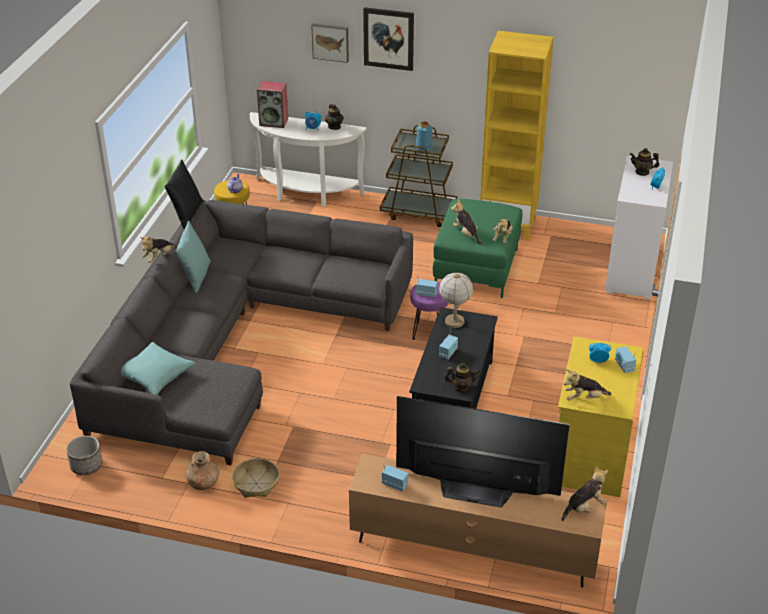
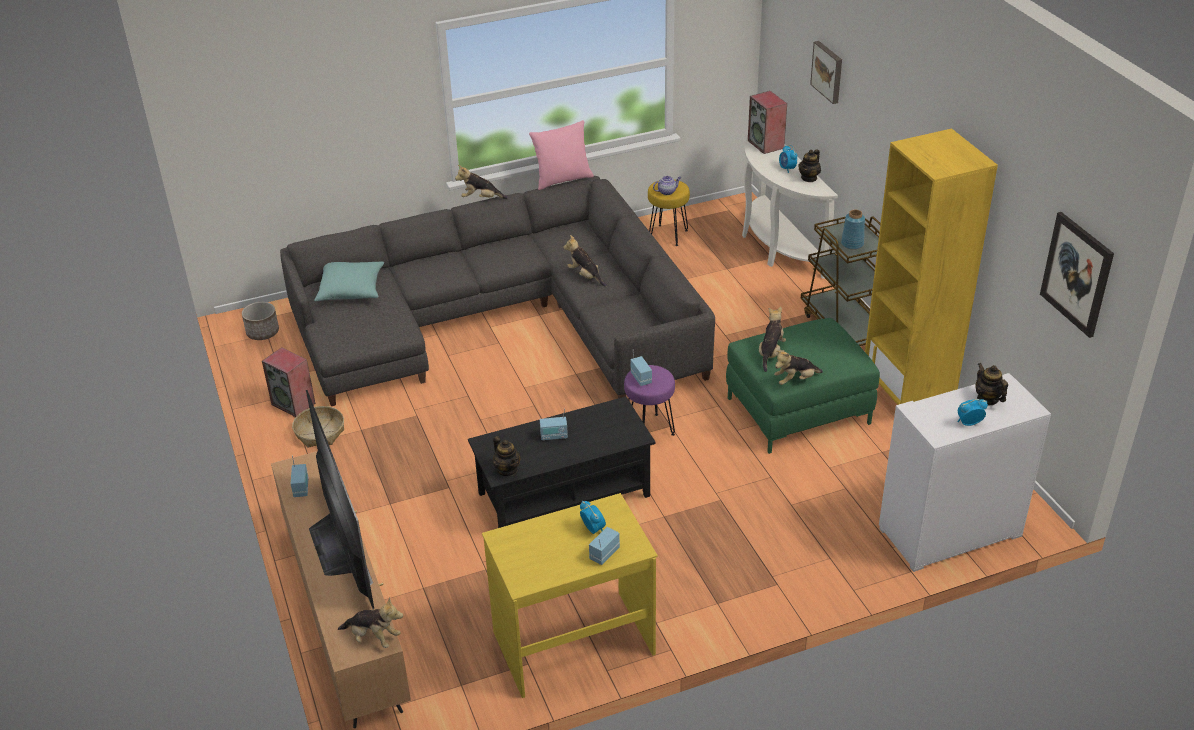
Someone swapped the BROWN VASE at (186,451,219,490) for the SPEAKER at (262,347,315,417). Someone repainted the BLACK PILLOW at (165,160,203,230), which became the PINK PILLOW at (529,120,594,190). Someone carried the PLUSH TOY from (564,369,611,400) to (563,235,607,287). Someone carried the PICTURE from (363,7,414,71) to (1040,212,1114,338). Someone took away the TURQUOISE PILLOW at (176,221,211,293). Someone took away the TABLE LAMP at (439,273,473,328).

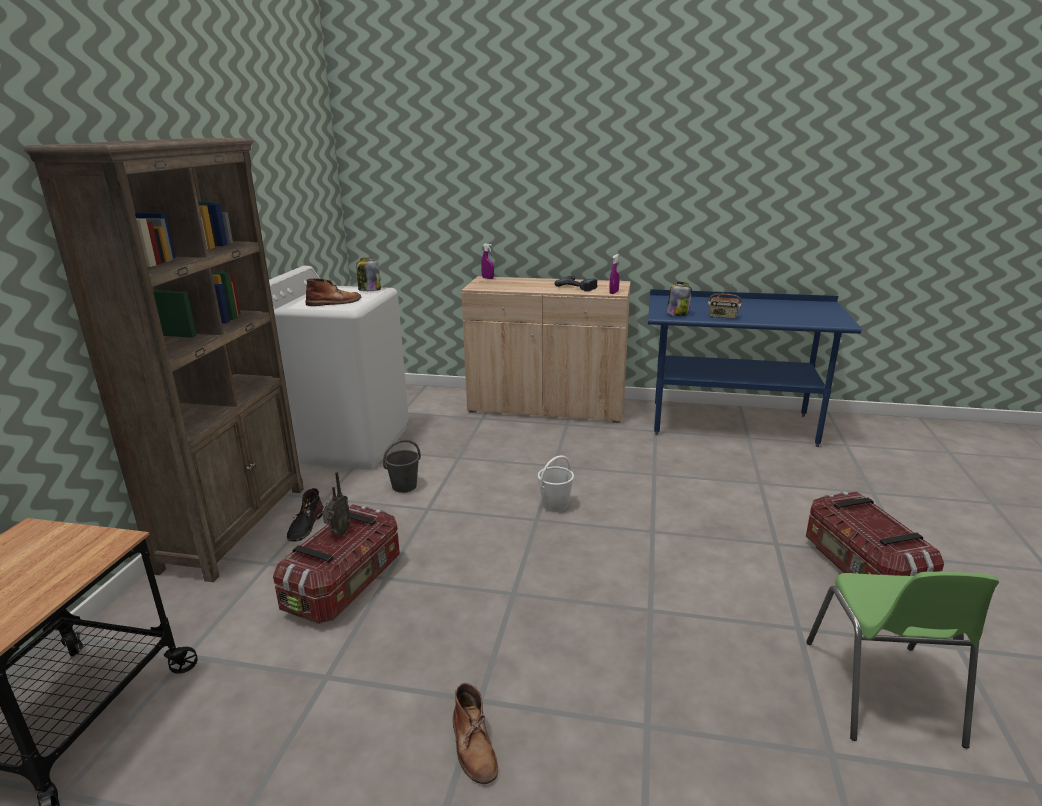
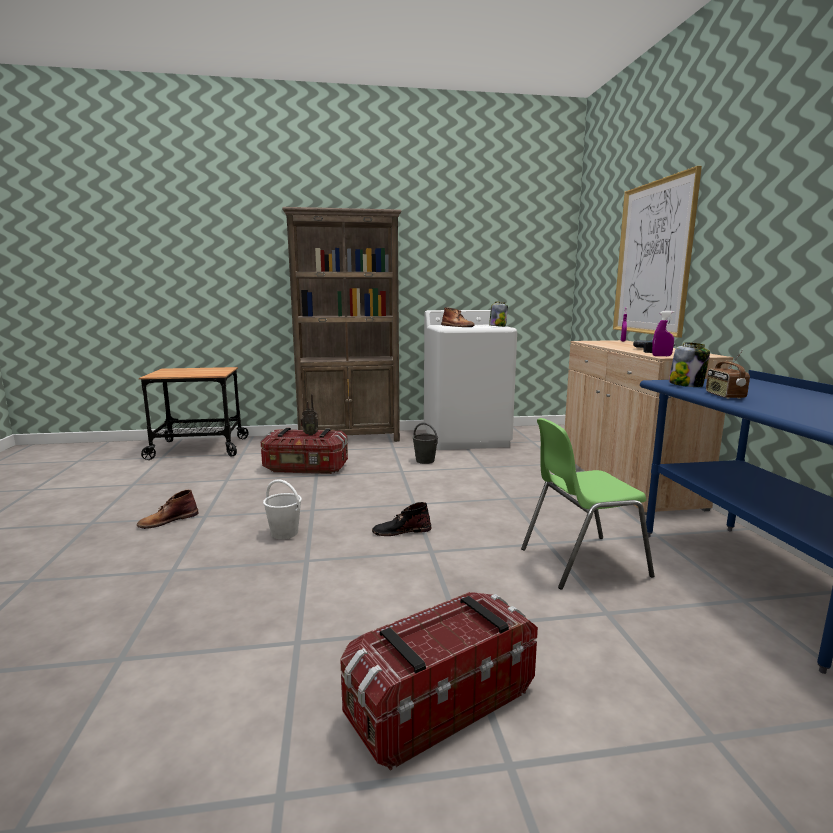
Someone carried the WHITE BUCKET from (538,456,574,512) to (263,480,302,539). Someone carried the BLACK BOOT from (287,488,324,541) to (372,502,431,536). Someone carried the GREEN CHAIR from (806,572,999,748) to (521,418,654,590). Someone put up the PICTURE at (613,166,702,337).

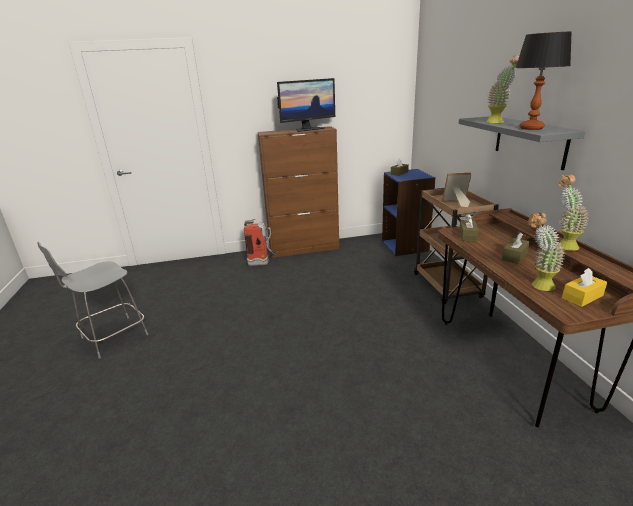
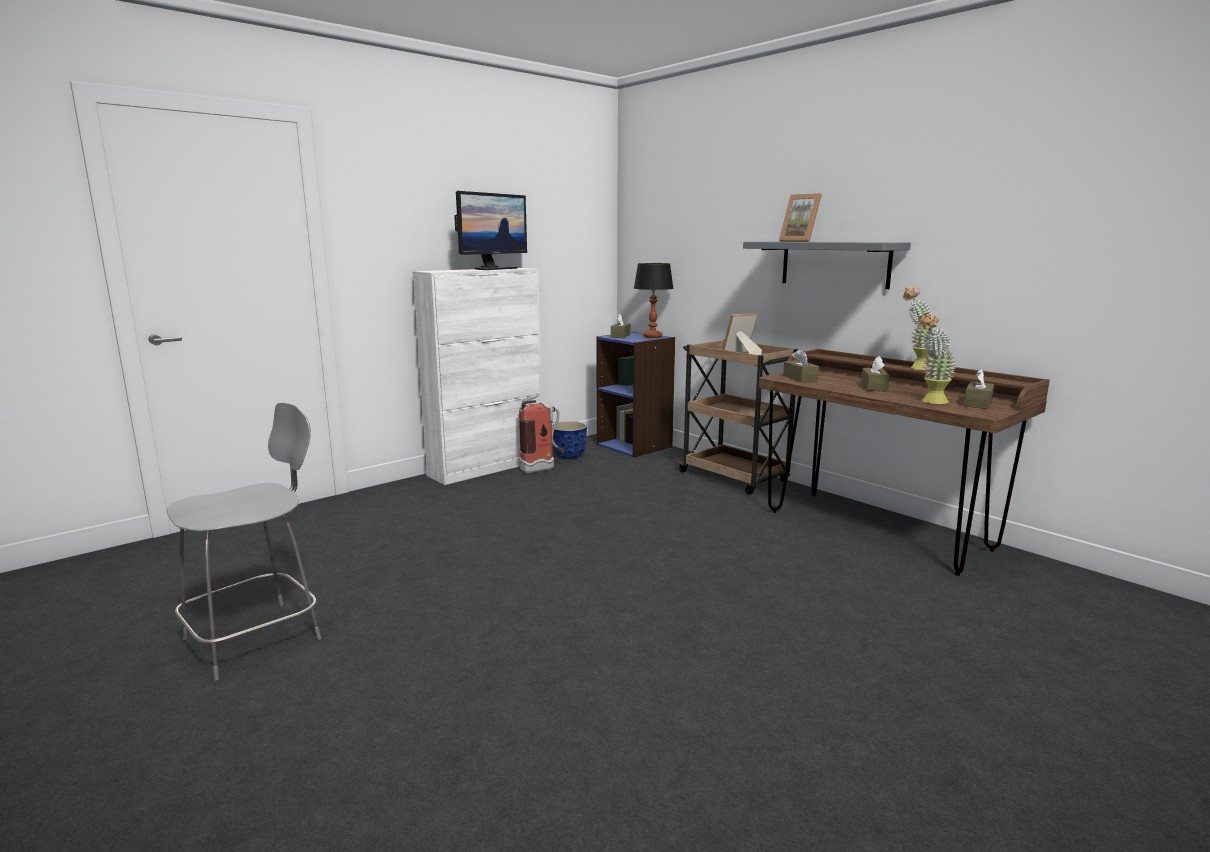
Someone rotated the GREY CHAIR at (38,242,149,359) by 150 degrees counterclockwise. Someone repainted the BROWN CABINET at (258,126,339,258), which became the WHITE CABINET at (412,268,542,485). Someone carried the FIRE EXTINGUISHER from (244,219,276,266) to (519,396,564,474). Someone put down the PLANTER at (552,421,587,459). Someone carried the TABLE LAMP from (516,32,571,130) to (634,263,674,338). Someone swapped the POTTED PLANT at (486,55,520,123) for the PICTURE FRAME at (779,193,822,242). Someone repainted the YELLOW TISSUE BOX at (562,268,607,307), which became the BROWN TISSUE BOX at (964,369,994,409).

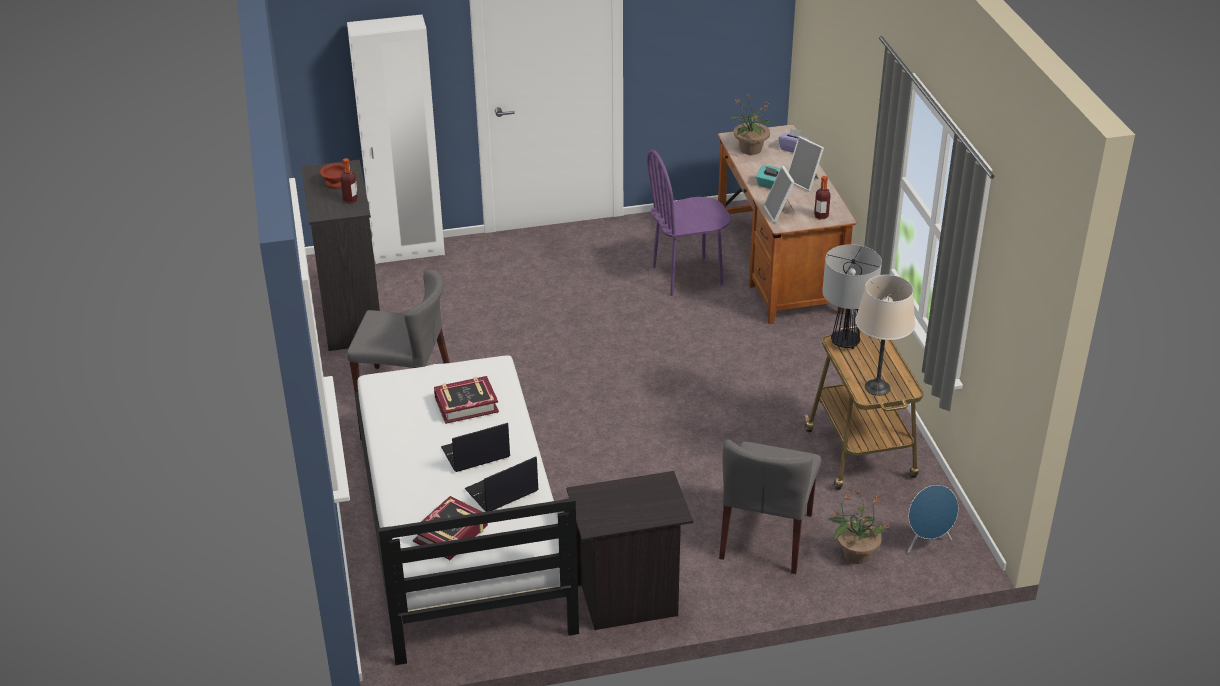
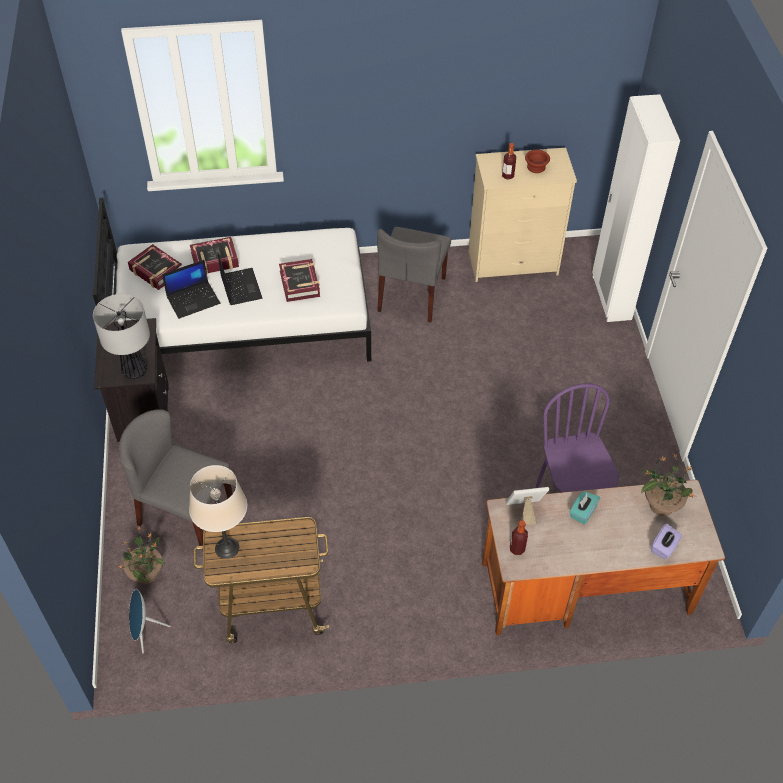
Someone carried the TABLE LAMP from (822,244,882,349) to (93,294,150,379). Someone rotated the LAPTOP at (465,456,539,512) by 90 degrees clockwise. Someone put down the BOOK at (190,237,239,274). Someone repainted the BLACK DRESSER at (301,160,380,351), which became the BEIGE DRESSER at (468,148,577,282). Someone took away the PICTURE FRAME at (788,136,824,192).

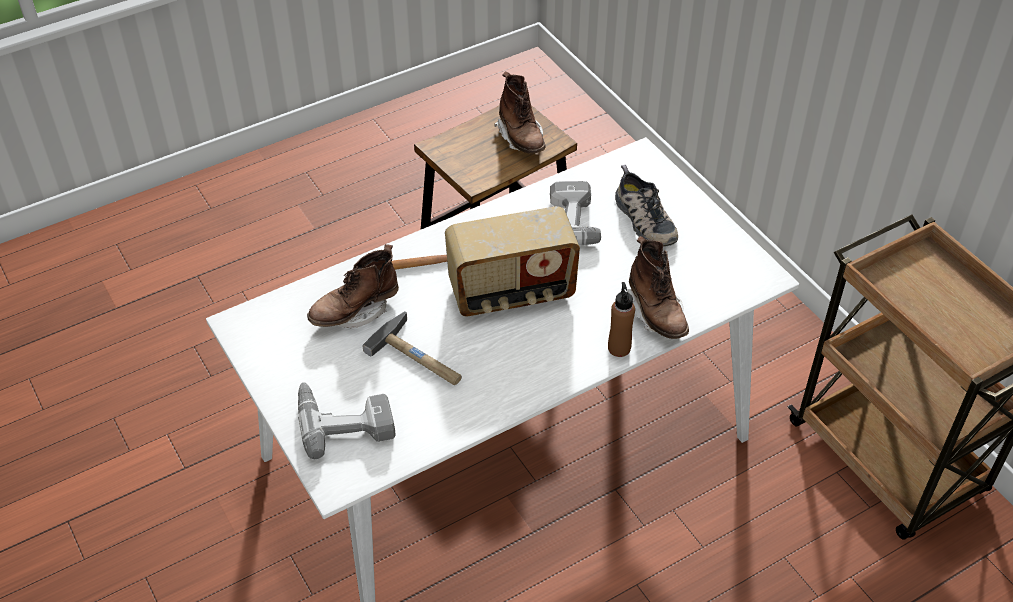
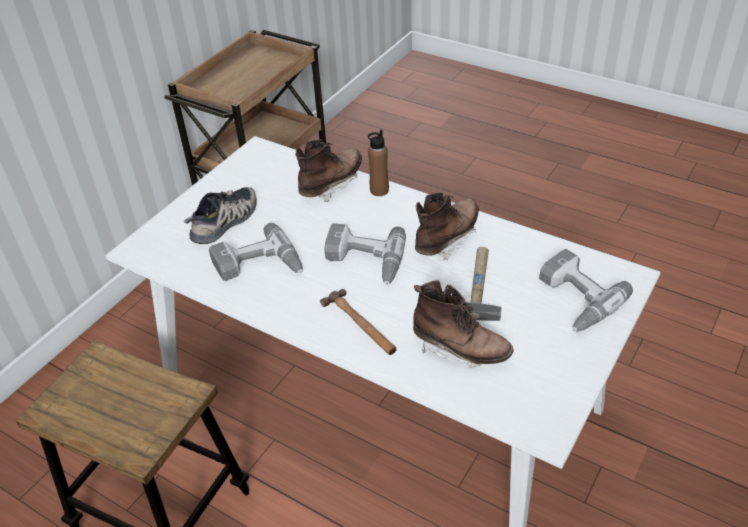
Someone swapped the RADIO at (445,206,580,316) for the POWER DRILL at (324,223,406,285). Someone carried the BROWN BOOT from (494,71,546,154) to (415,192,479,260).

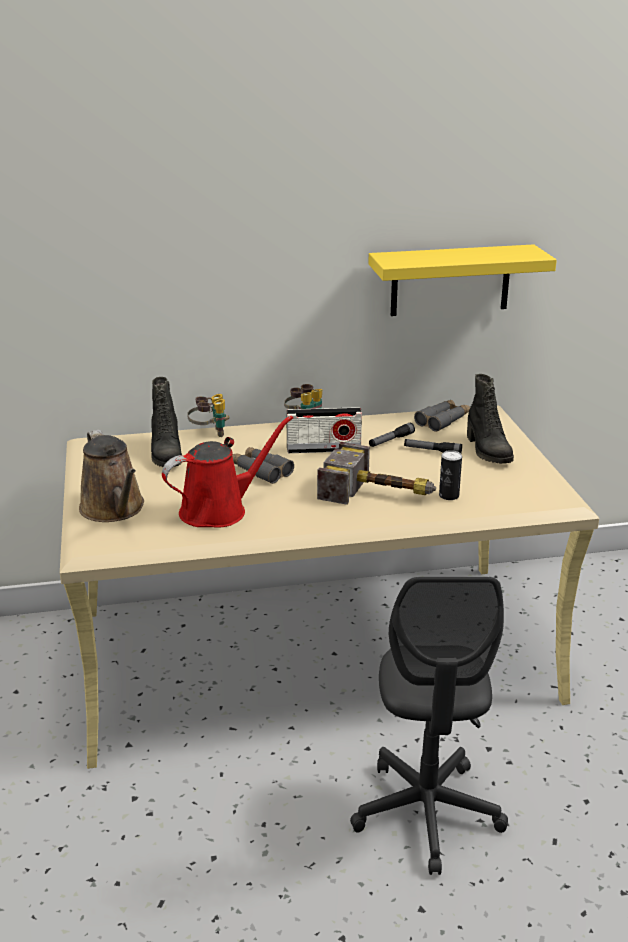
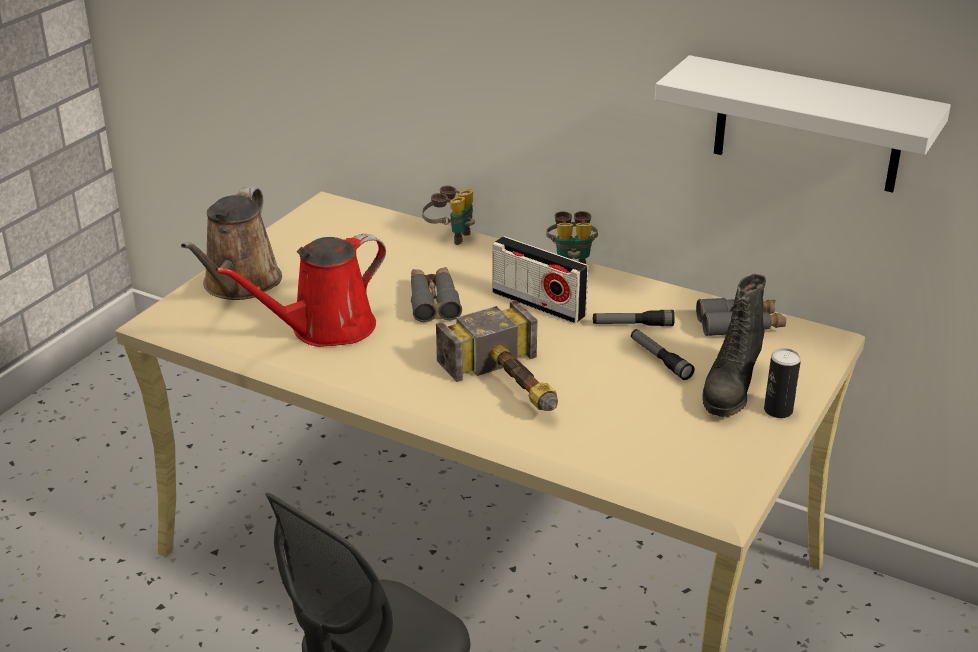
Someone rotated the RED WATERING CAN at (162,415,293,528) by 135 degrees clockwise. Someone repainted the YELLOW SHELF at (368,244,557,316), which became the WHITE SHELF at (655,55,951,193). Someone carried the CAN from (439,450,462,500) to (764,348,801,418). Someone took away the BLACK BOOT at (151,377,182,467).

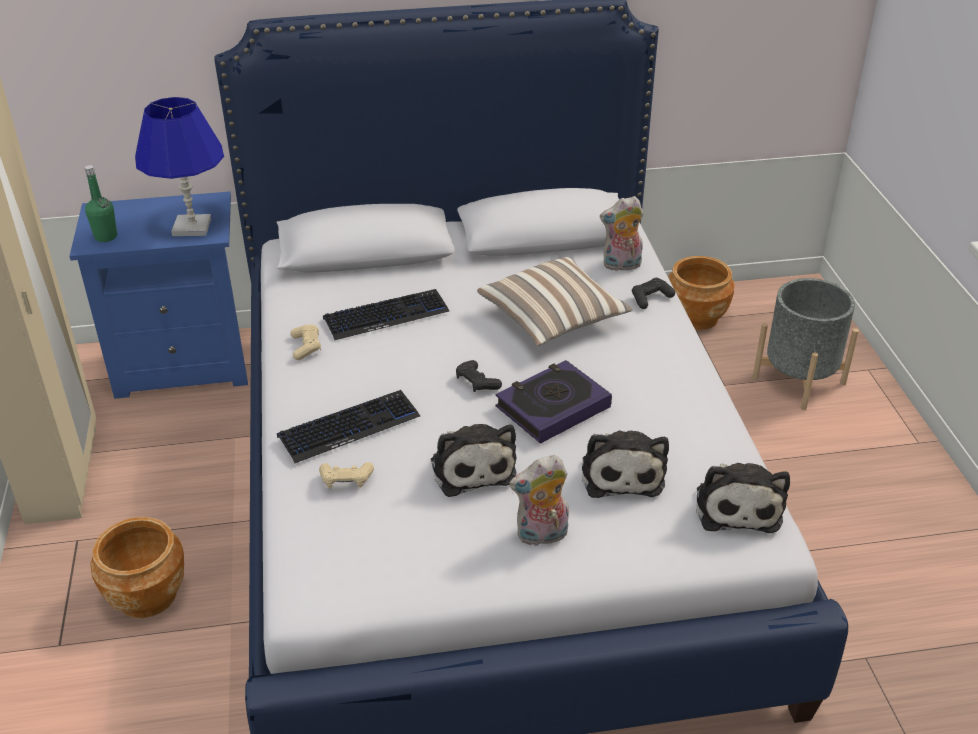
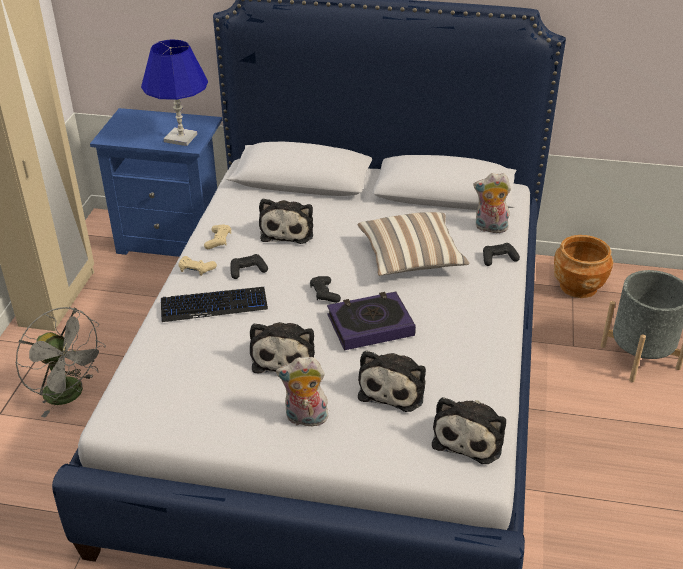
Someone swapped the BROWN PLANTER at (90,517,184,618) for the GREY FAN at (16,307,106,417). Someone carried the BEIGE GAME CONTROLLER from (319,462,374,489) to (179,256,217,276). Someone put down the BLACK GAME CONTROLLER at (231,254,268,279). Someone swapped the KEYBOARD at (323,289,449,340) for the PLUSH TOY at (259,198,313,244). Someone took away the GREEN BOTTLE at (85,165,117,242).

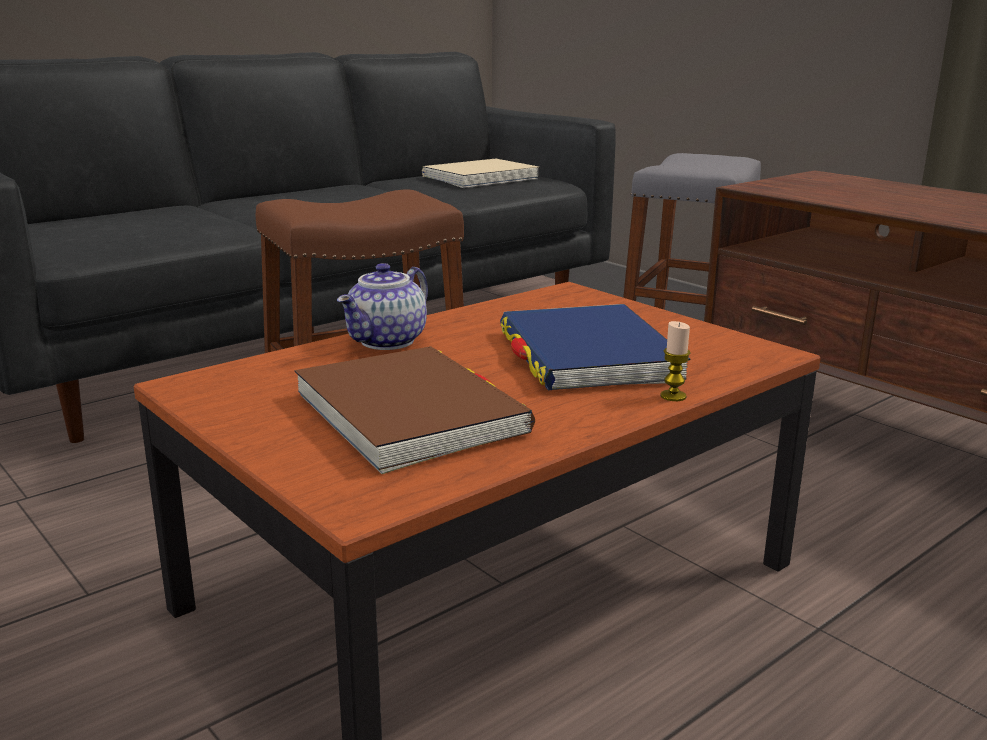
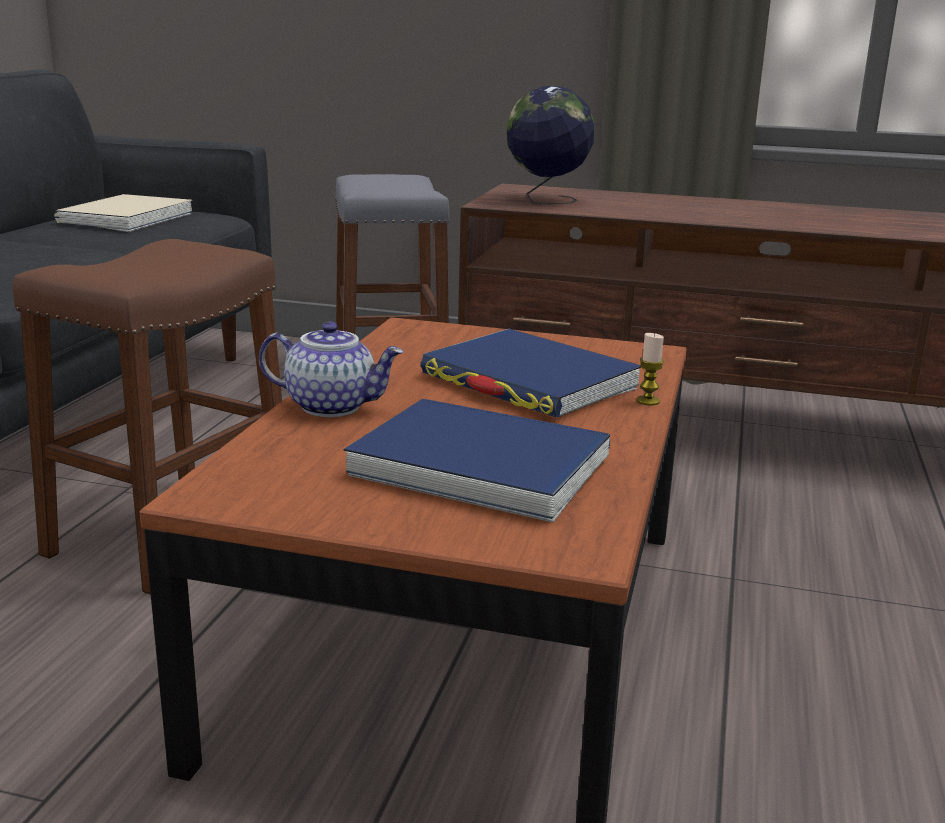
Someone rotated the TEAPOT at (337,263,428,350) by 75 degrees counterclockwise. Someone repainted the BROWN BOOK at (294,346,535,474), which became the BLUE BOOK at (344,399,610,522). Someone put down the GLOBE at (507,86,594,204).

